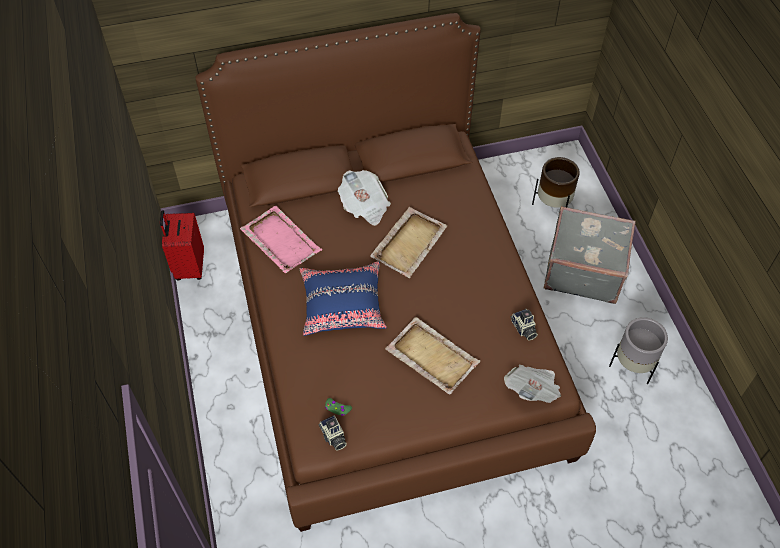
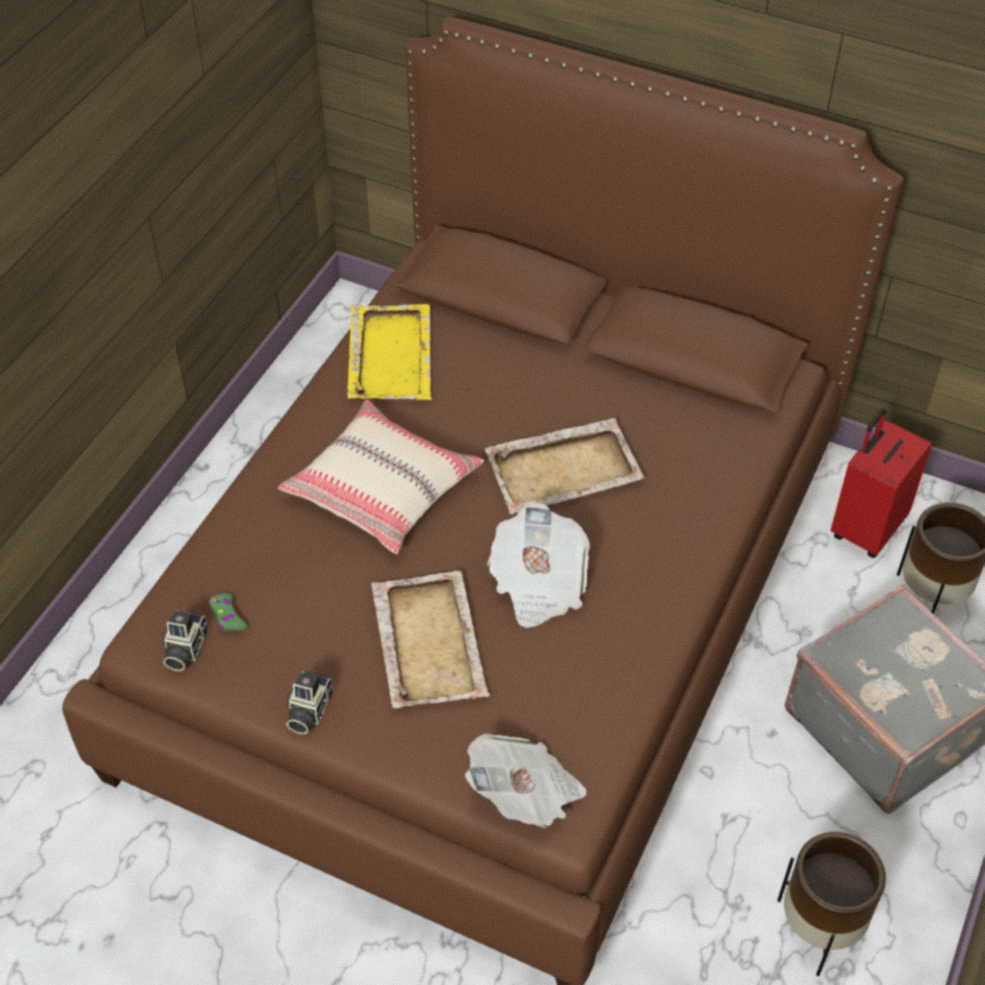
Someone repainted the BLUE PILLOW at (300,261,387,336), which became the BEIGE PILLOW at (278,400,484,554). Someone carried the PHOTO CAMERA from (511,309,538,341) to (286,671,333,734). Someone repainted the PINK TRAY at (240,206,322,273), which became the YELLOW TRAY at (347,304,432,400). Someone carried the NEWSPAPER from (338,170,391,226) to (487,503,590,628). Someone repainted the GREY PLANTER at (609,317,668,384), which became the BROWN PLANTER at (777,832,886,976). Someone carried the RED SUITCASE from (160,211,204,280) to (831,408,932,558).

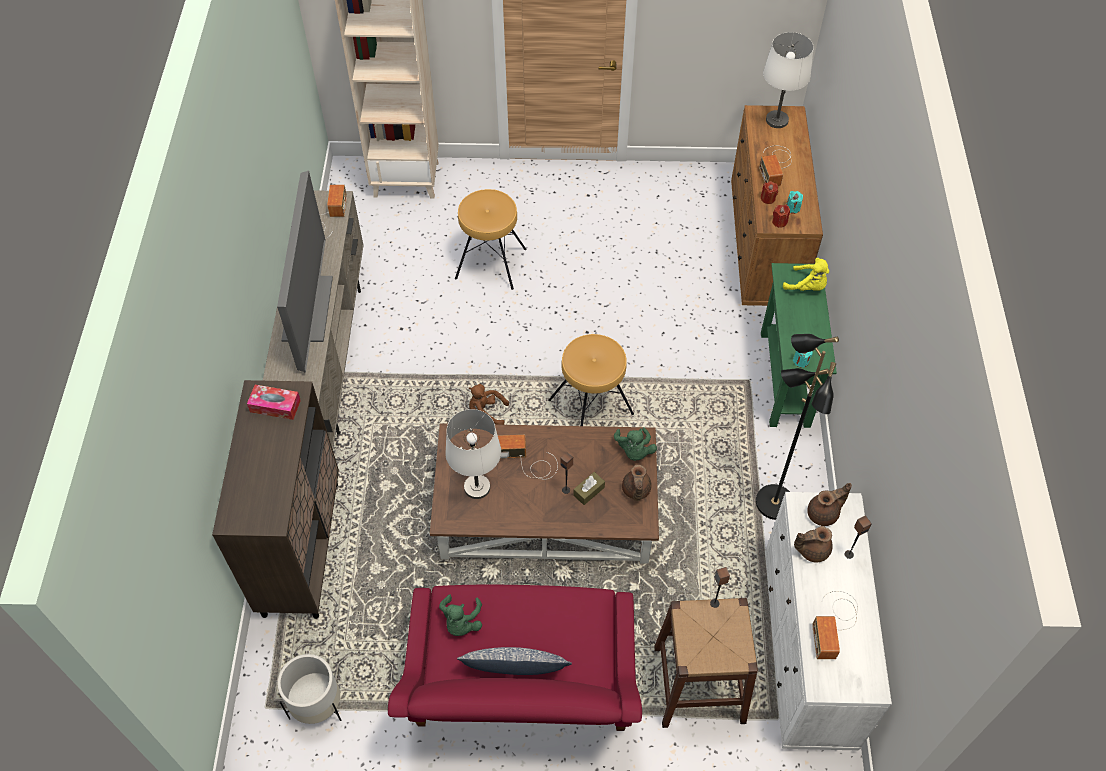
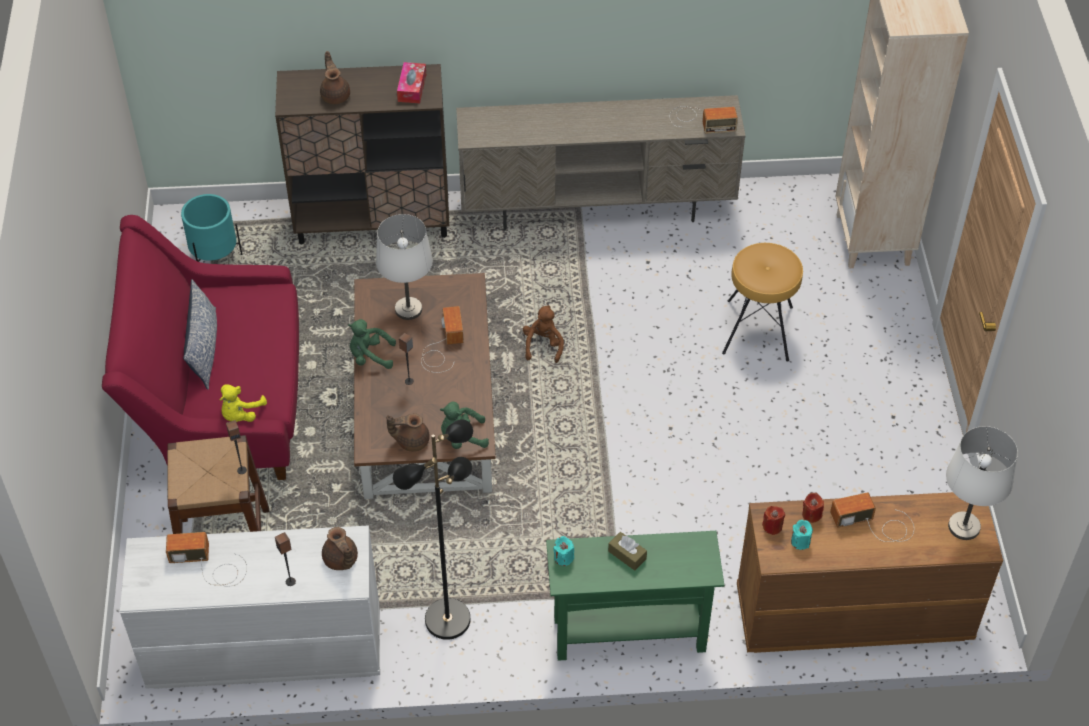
Someone repainted the WHITE PLANTER at (277,654,341,724), which became the TURQUOISE PLANTER at (181,194,242,262). Someone carried the YELLOW PLUSH TOY from (783,258,829,291) to (220,384,267,422). Someone carried the BROWN TEAPOT from (794,526,833,562) to (320,51,350,104). Someone carried the GREEN PLUSH TOY from (439,594,482,636) to (348,319,396,369). Someone carried the BROWN TISSUE BOX from (573,472,605,505) to (608,532,647,571). Someone took away the TELEVISION at (277,171,333,372). Someone took away the BROWN STOOL at (548,334,634,426).

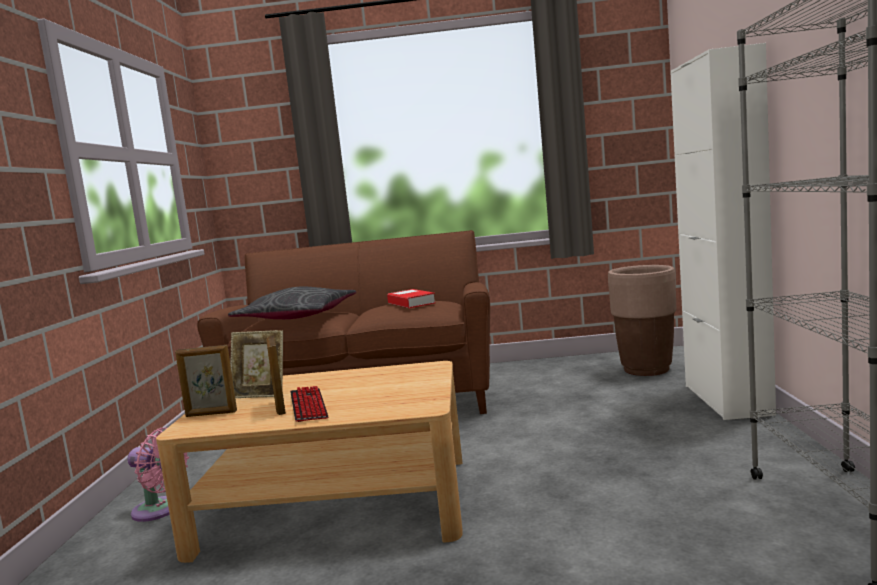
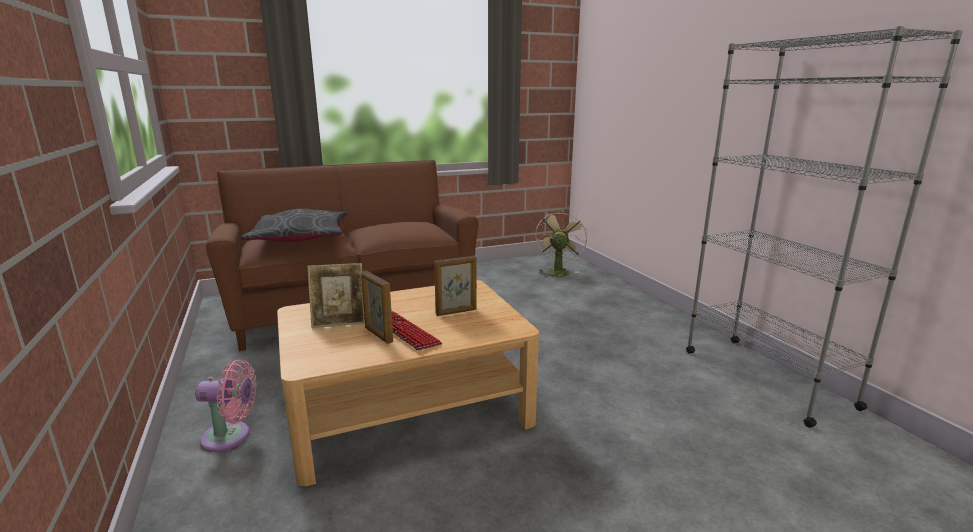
Someone carried the PICTURE FRAME from (175,345,237,417) to (434,256,477,316). Someone swapped the BROWN PLANTER at (608,265,676,376) for the BEIGE FAN at (535,210,587,278). Someone took away the BOOK at (387,289,436,308). Someone took away the WHITE CABINET at (670,43,776,420).

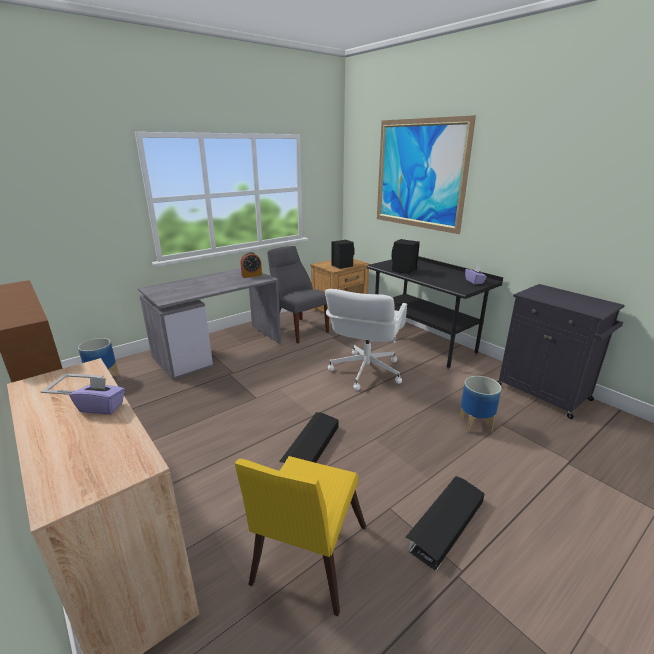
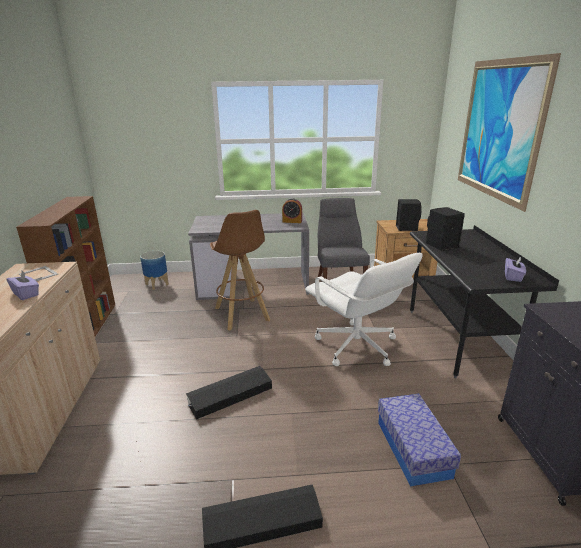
Someone put down the BROWN STOOL at (210,210,270,331). Someone rotated the WHITE OFFICE CHAIR at (325,289,407,390) by 90 degrees counterclockwise. Someone swapped the PLANTER at (460,376,502,433) for the STORAGE BOX at (378,394,461,487). Someone took away the YELLOW CHAIR at (235,456,366,616).

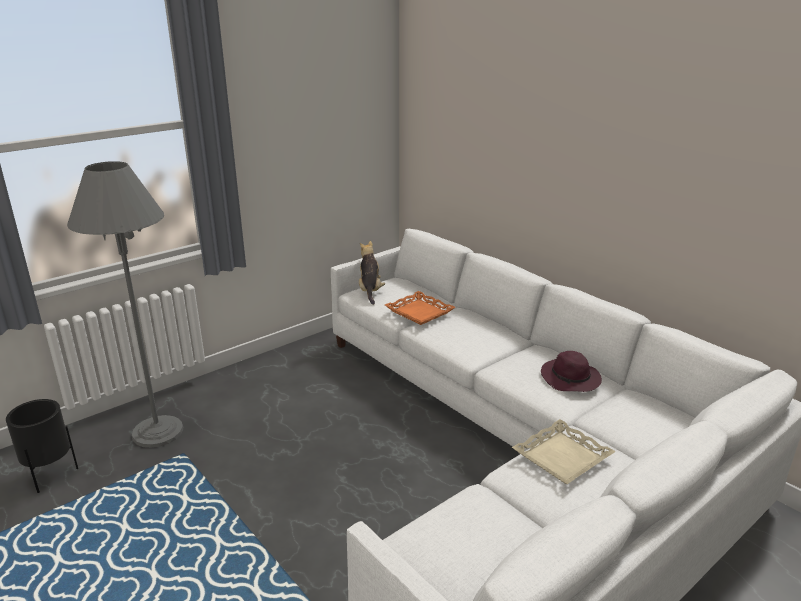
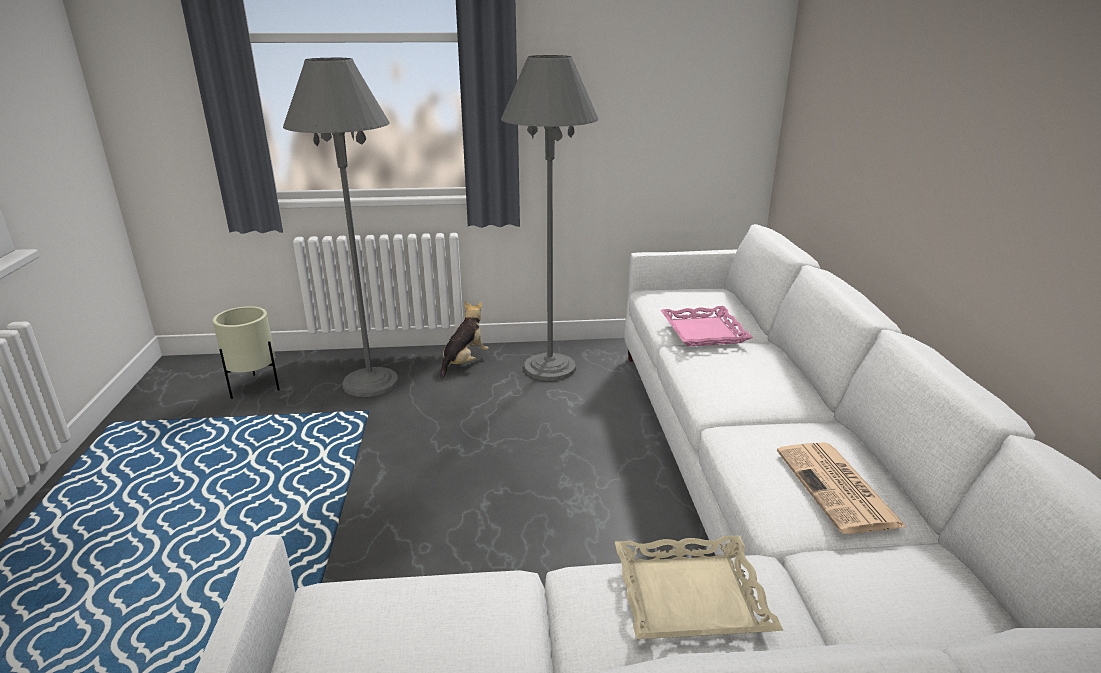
Someone repainted the BLACK PLANTER at (6,399,78,493), which became the BEIGE PLANTER at (213,306,280,399). Someone carried the PLUSH TOY from (359,241,385,305) to (440,302,489,380). Someone put down the GREY FLOOR LAMP at (501,55,598,381). Someone repainted the ORANGE TRAY at (385,291,456,325), which became the PINK TRAY at (661,306,753,347). Someone swapped the PURPLE HAT at (541,351,602,392) for the NEWSPAPER at (777,443,907,534).

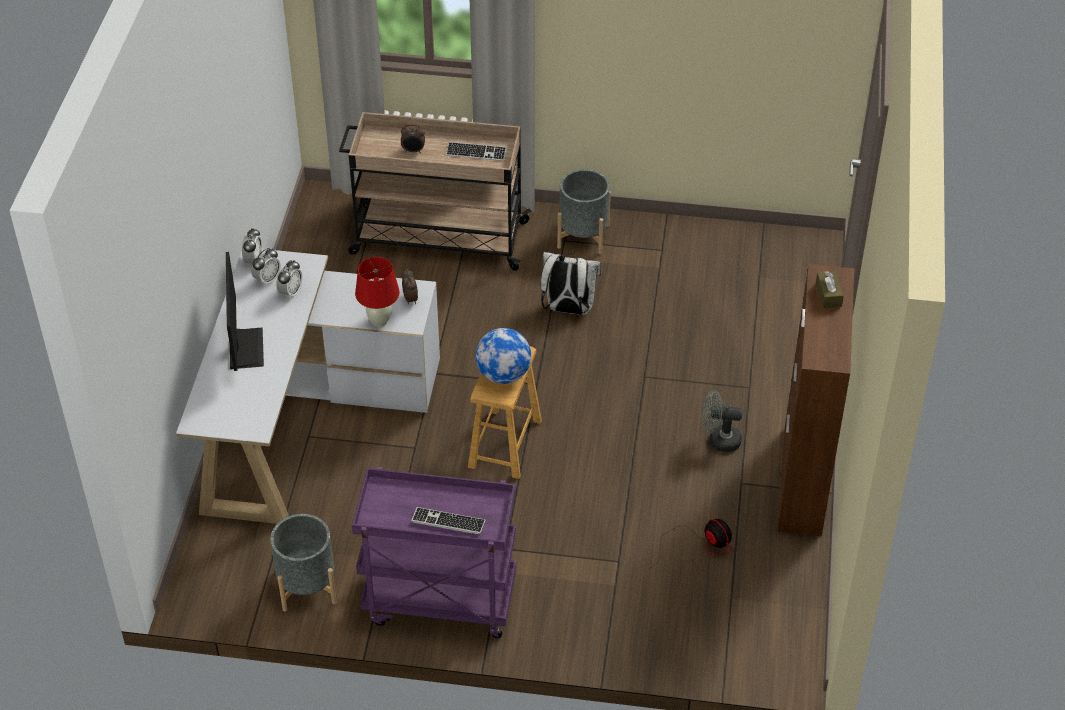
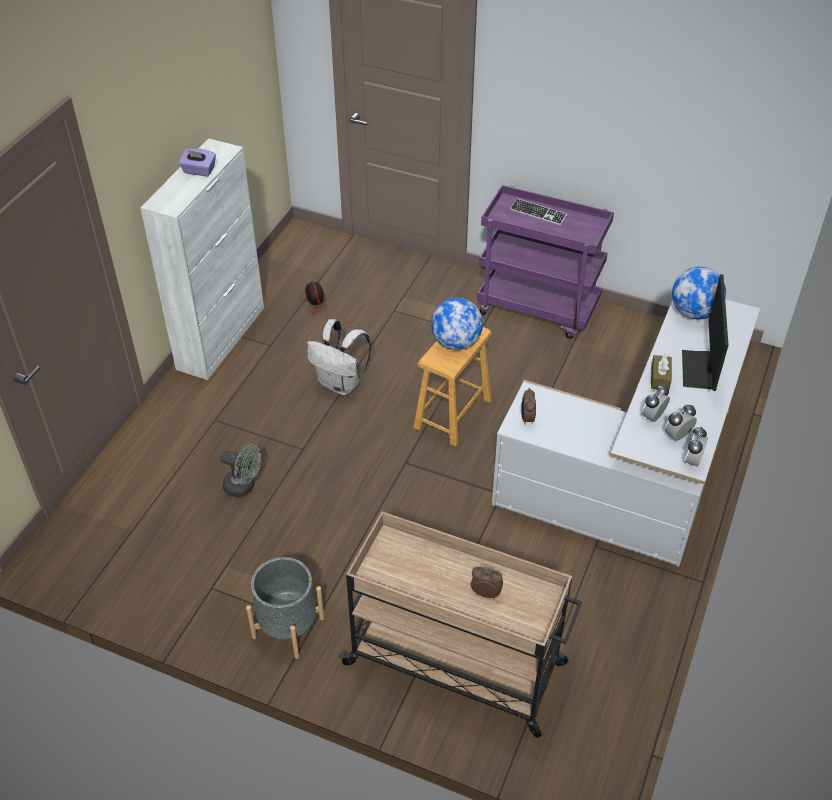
Someone repainted the BROWN CABINET at (778,264,854,537), which became the WHITE CABINET at (140,138,264,380). Someone put down the PURPLE TISSUE BOX at (179,148,216,176). Someone carried the GREY FAN from (702,391,743,452) to (220,444,261,497). Someone carried the WHITE BACKPACK from (541,252,601,315) to (307,319,371,395). Someone carried the BROWN TISSUE BOX from (816,271,844,308) to (651,355,672,390). Someone put down the GLOBE at (672,266,726,319). Someone took away the GREY PLANTER at (270,514,337,612). Someone took away the RED TABLE LAMP at (355,257,400,327). Someone took away the KEYBOARD at (446,142,507,161).

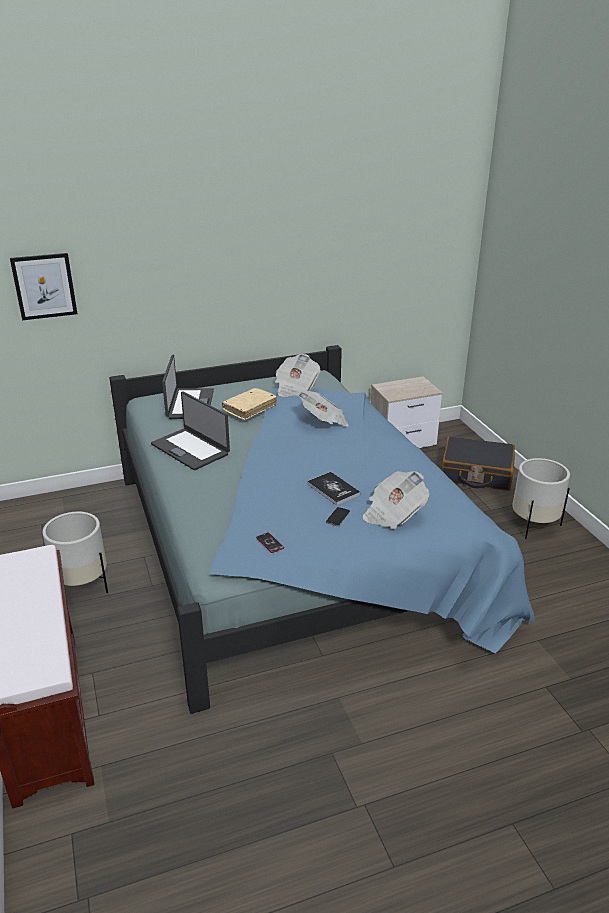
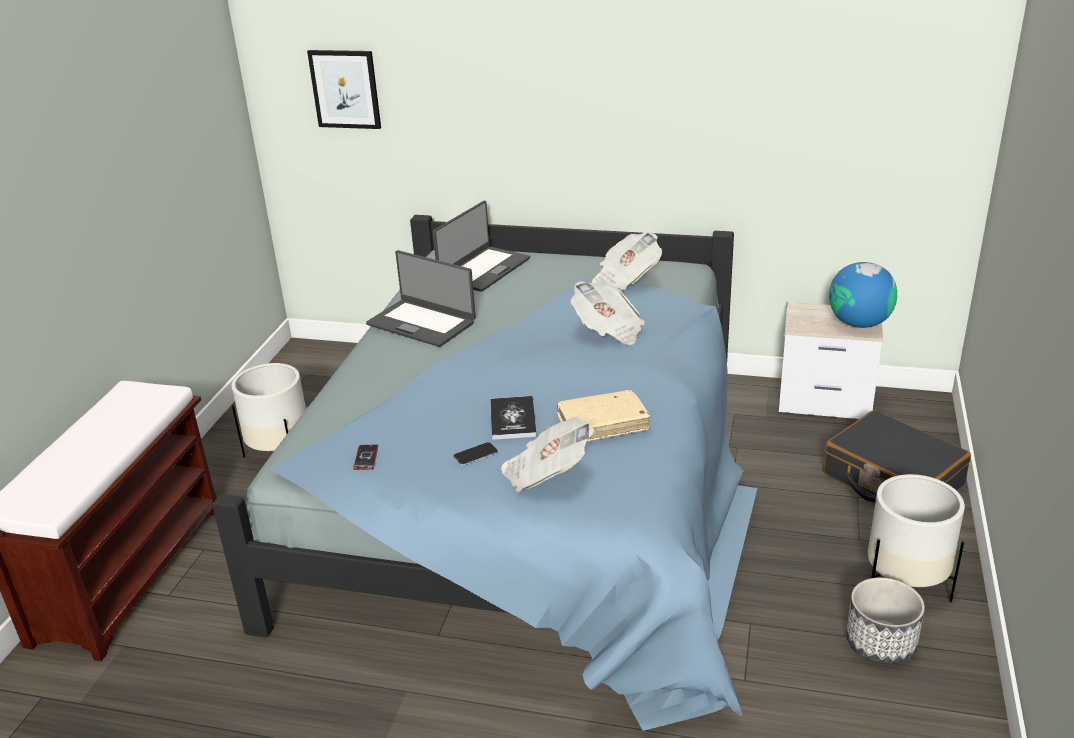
Someone rotated the LAPTOP at (151,392,230,470) by 45 degrees counterclockwise. Someone carried the BEIGE BOOK from (222,388,277,420) to (557,390,650,441). Someone put down the GLOBE at (829,262,897,328). Someone put down the PLANTER at (846,577,925,664).

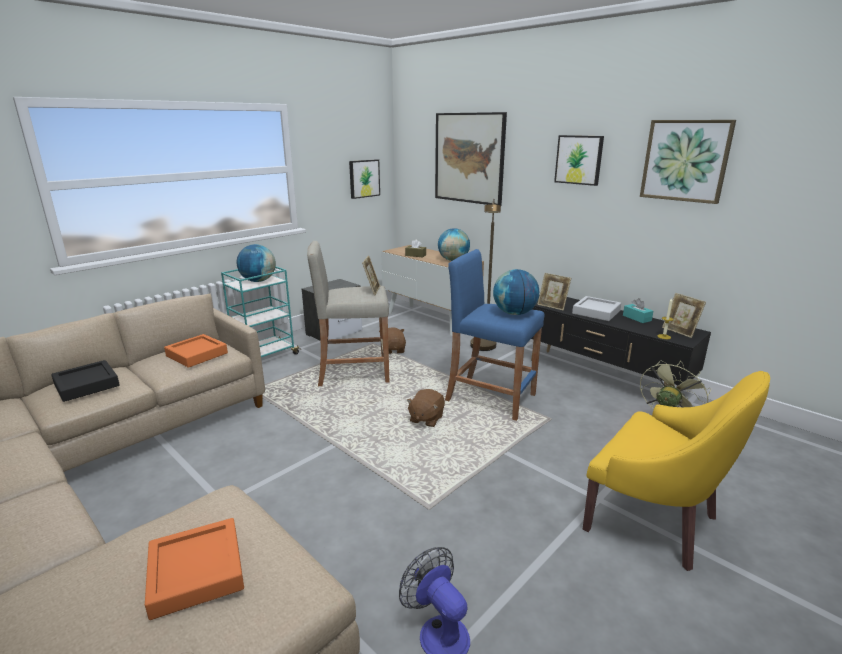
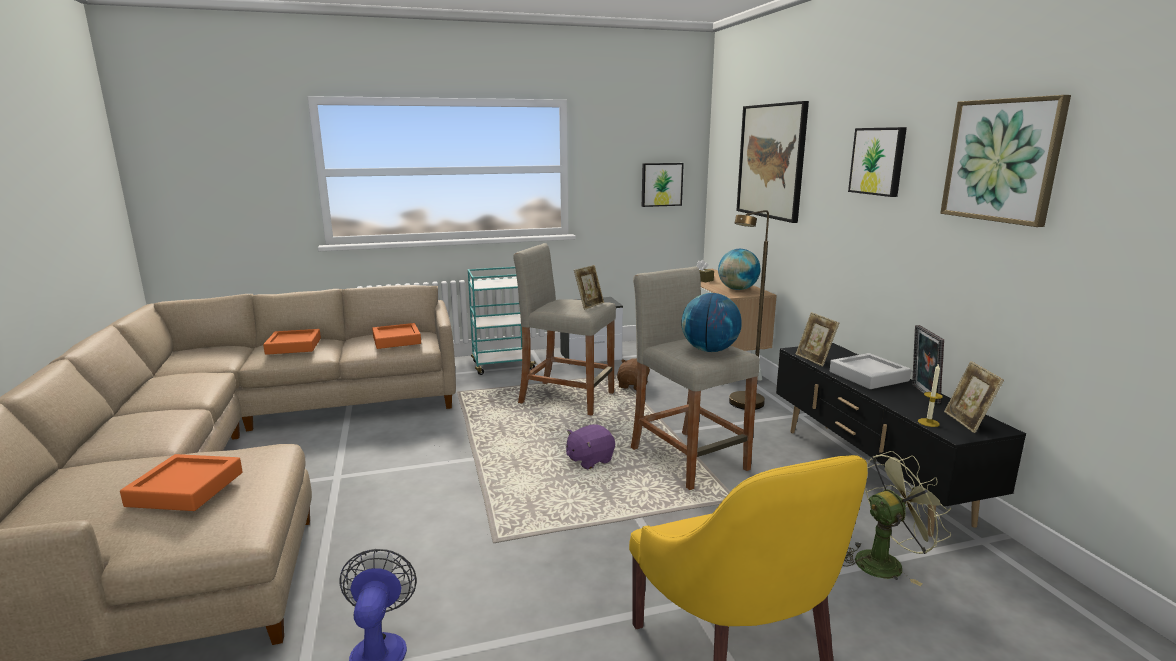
Someone repainted the BLACK TRAY at (51,360,120,402), which became the ORANGE TRAY at (263,329,321,355). Someone repainted the BROWN PLUSH TOY at (406,389,445,427), which became the PURPLE PLUSH TOY at (566,425,615,470). Someone repainted the BLUE STOOL at (445,249,544,421), which became the BEIGE STOOL at (631,266,760,490). Someone swapped the TURQUOISE TISSUE BOX at (623,298,653,323) for the PICTURE FRAME at (912,325,944,404). Someone took away the GLOBE at (237,244,276,282).

